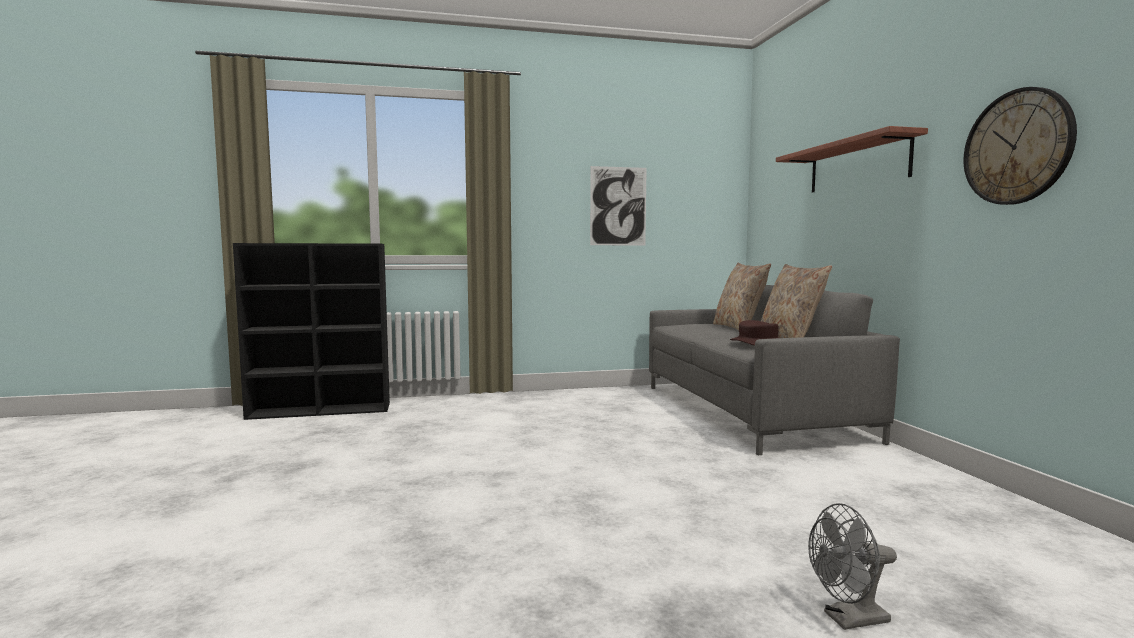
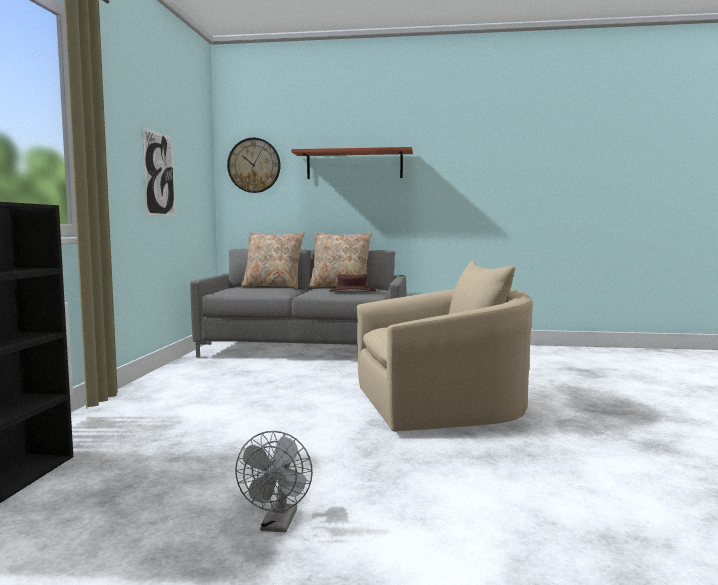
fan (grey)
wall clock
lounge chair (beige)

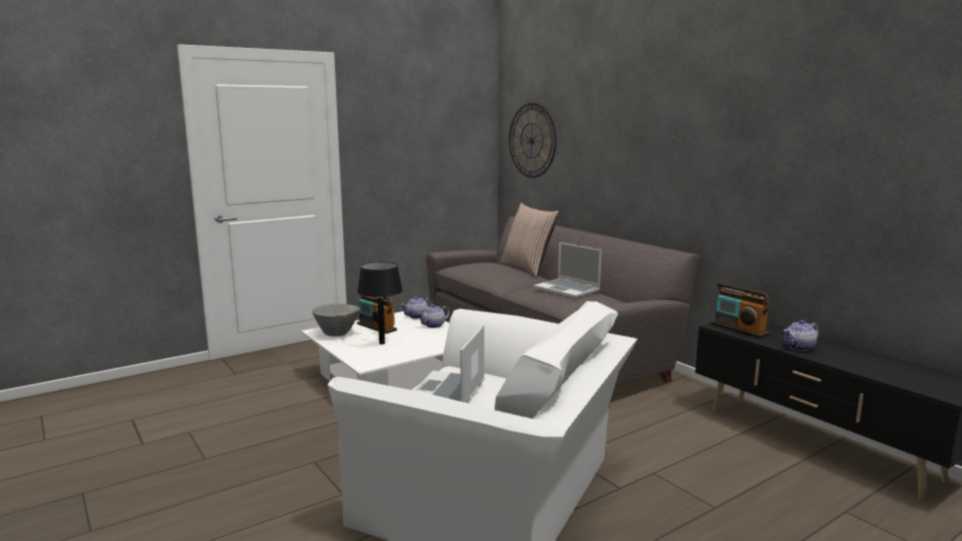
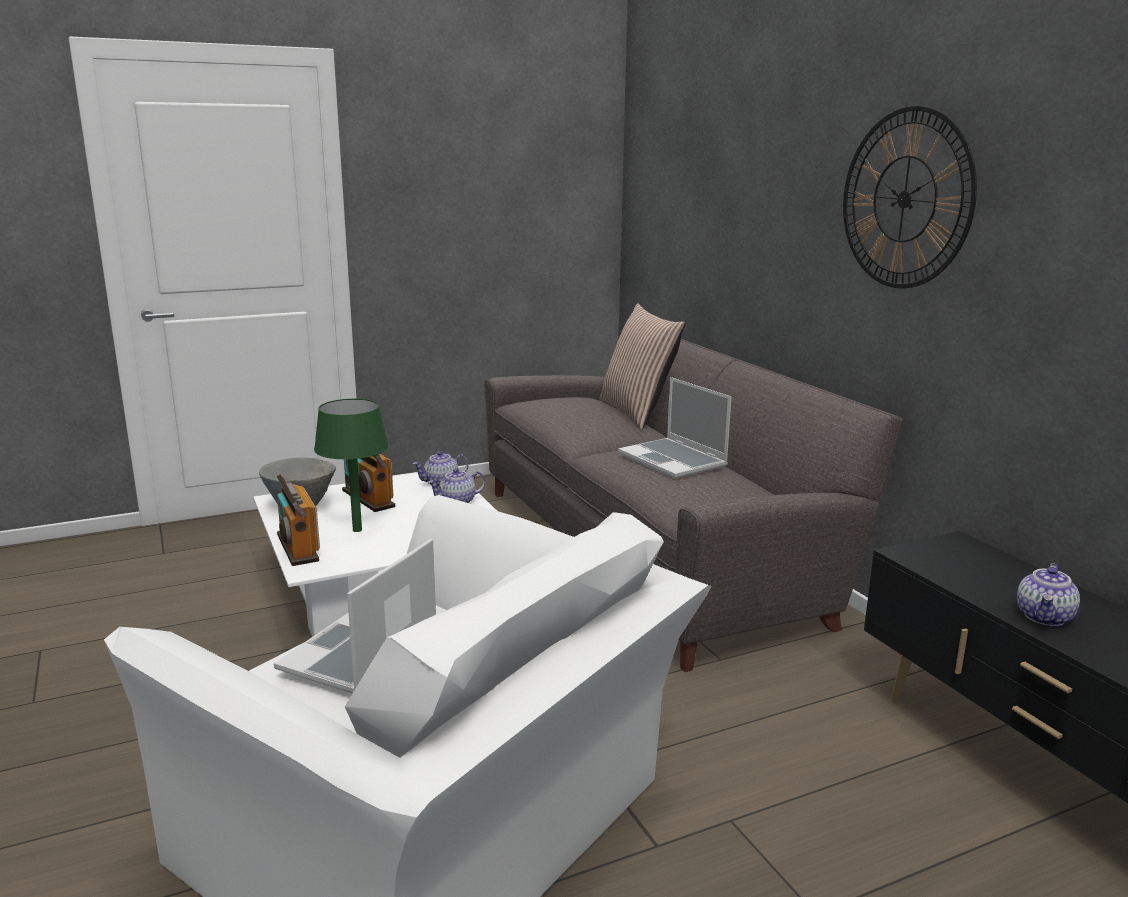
table lamp (green-coloured)
wall clock
radio receiver (1st from left)
pot for tea (3rd from left)

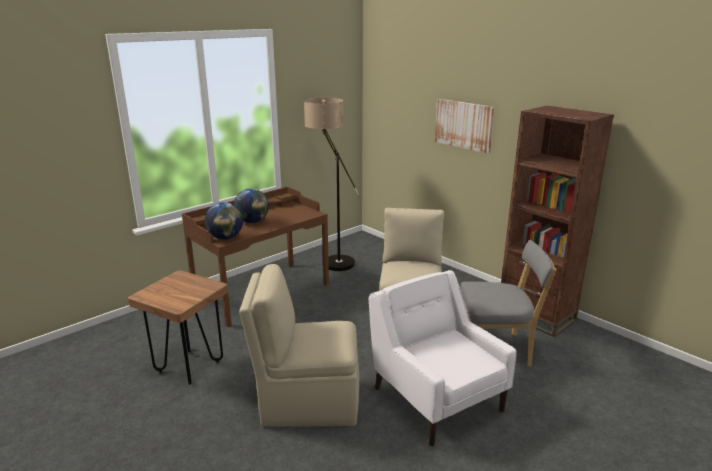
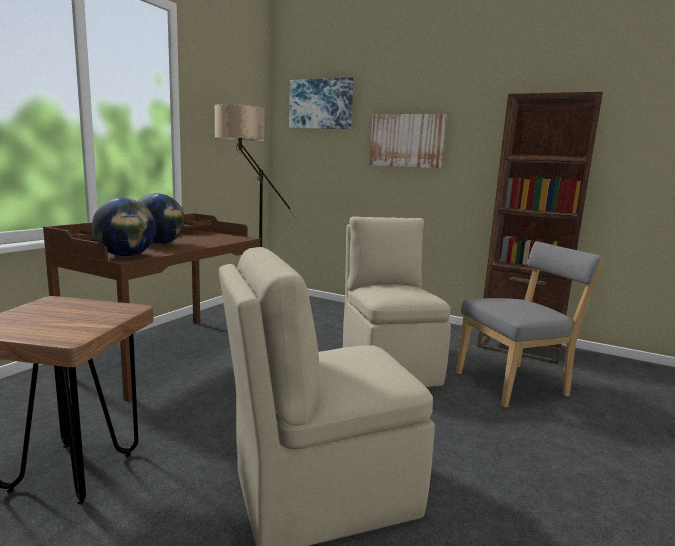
lounge chair (white-coloured)
picture (1st from left)

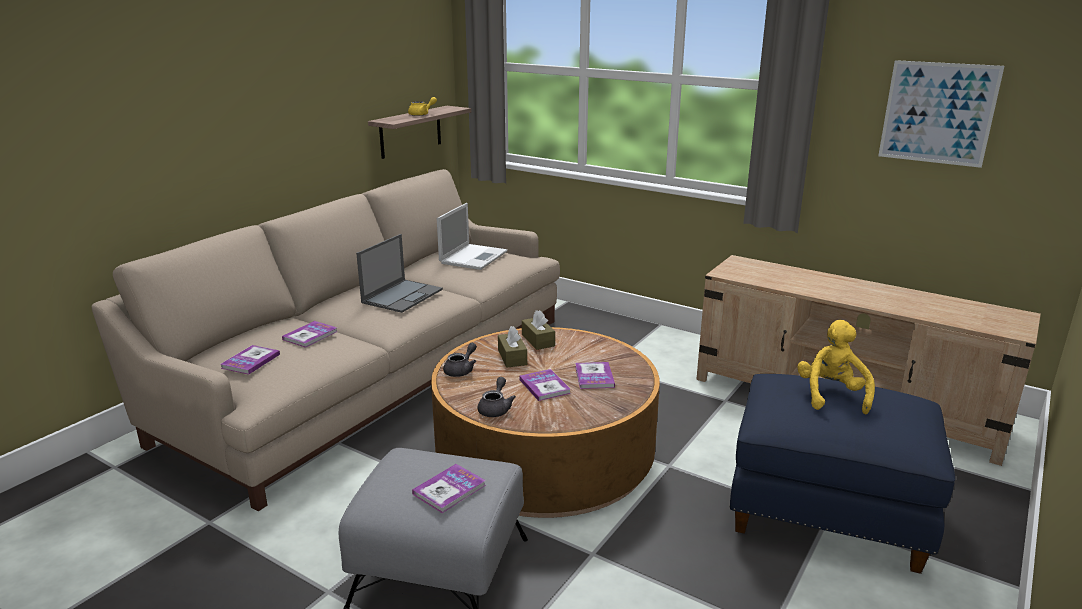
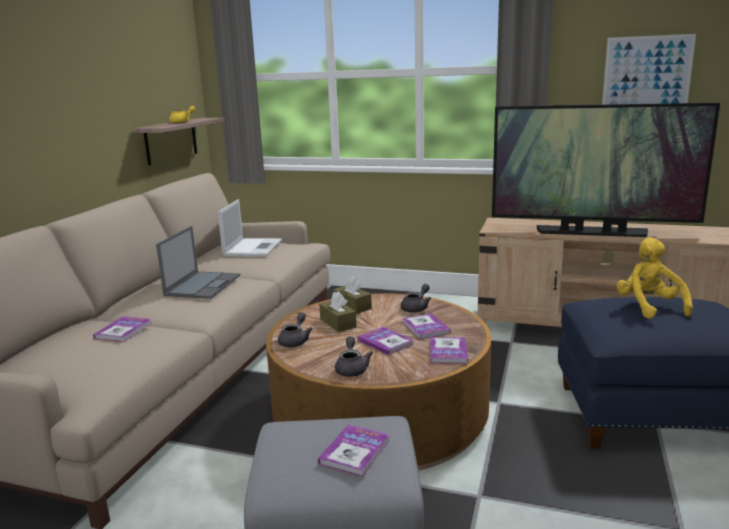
bound book (5th from left)
pot for tea (grey) (3rd from left)
TV

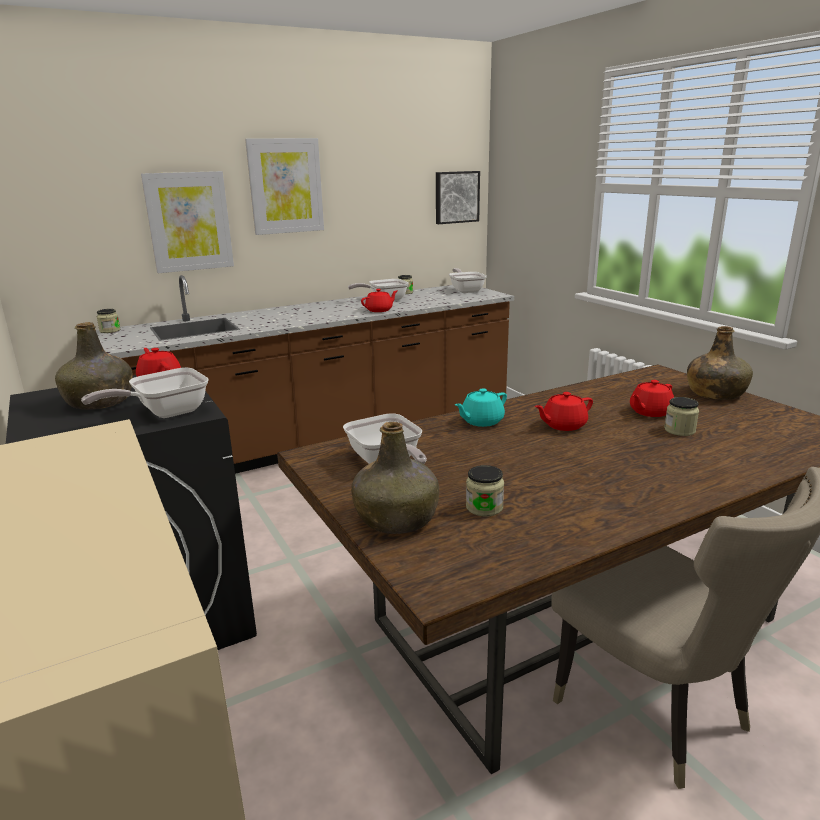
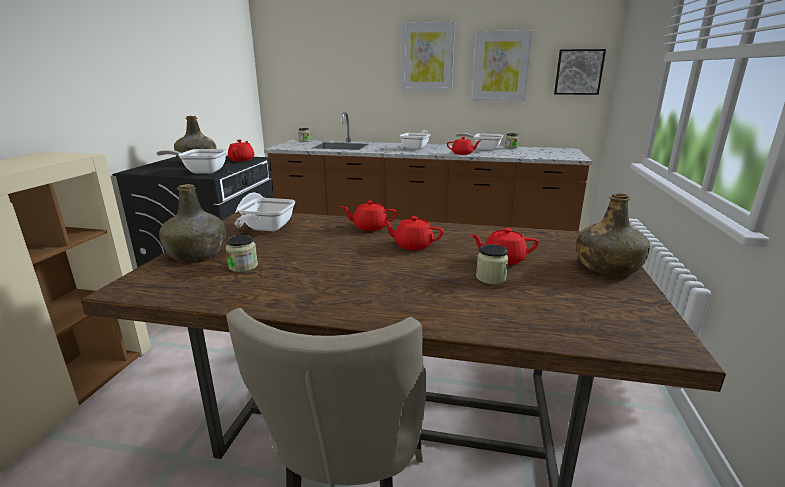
picture (2nd from left)
skillet (3rd from left)
pot for tea (red) (2nd from left)

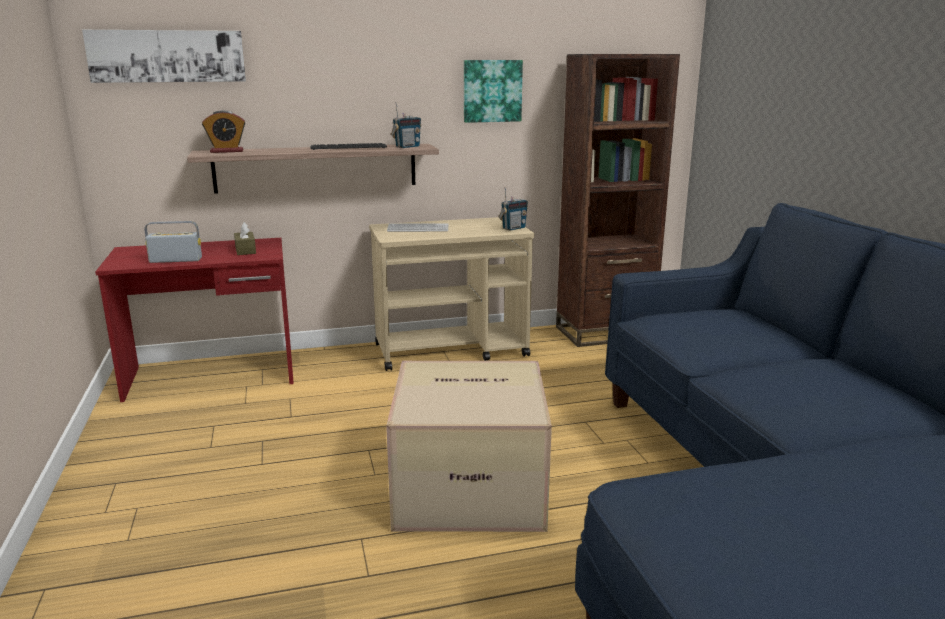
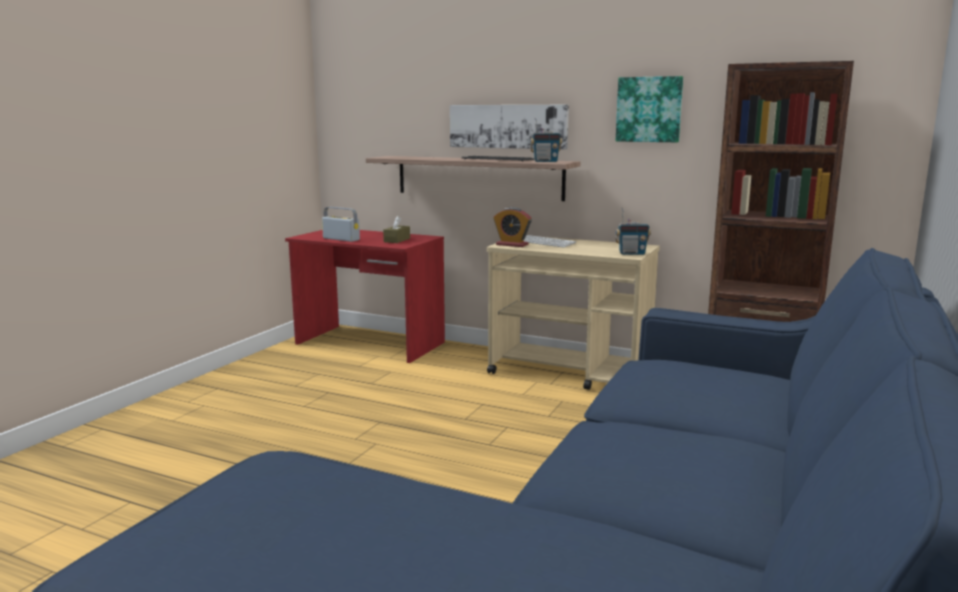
picture (1st from left)
table clock
carton

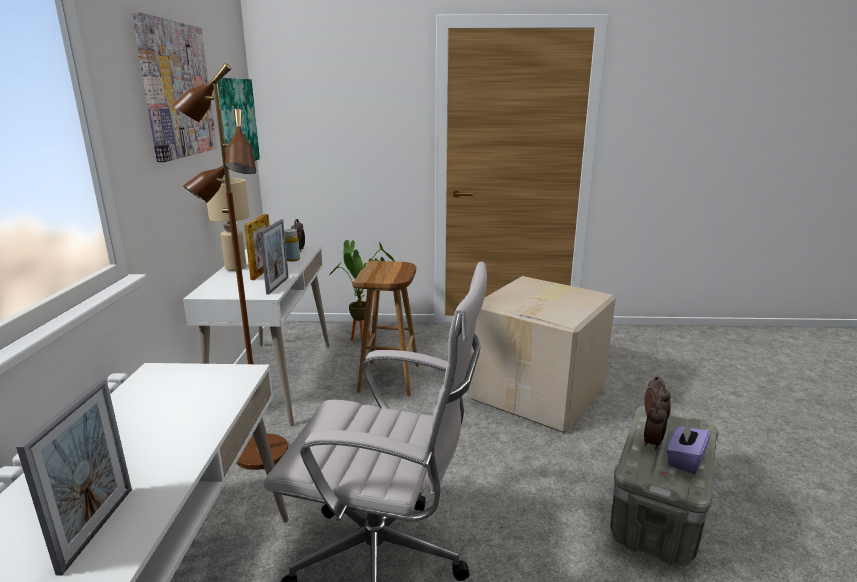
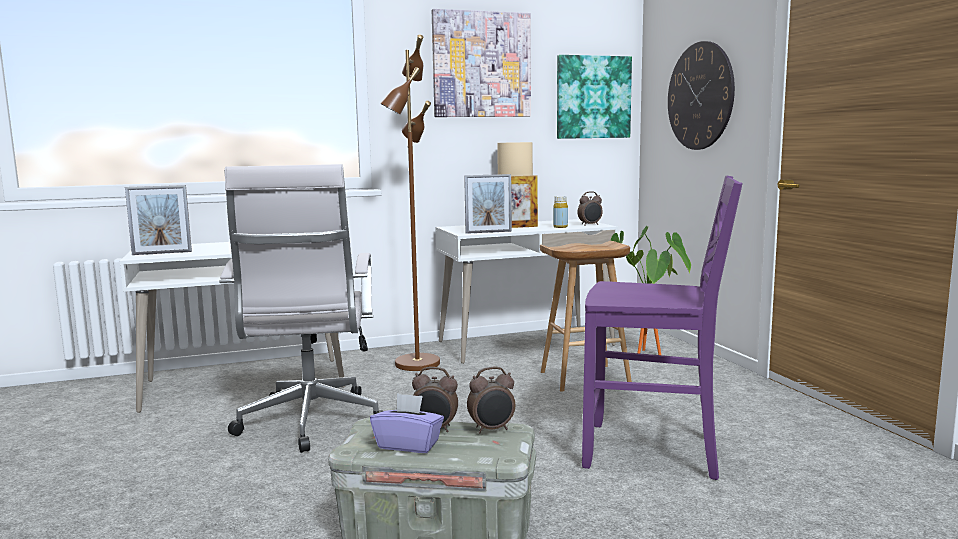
plain chair (purple-coloured)
wall clock

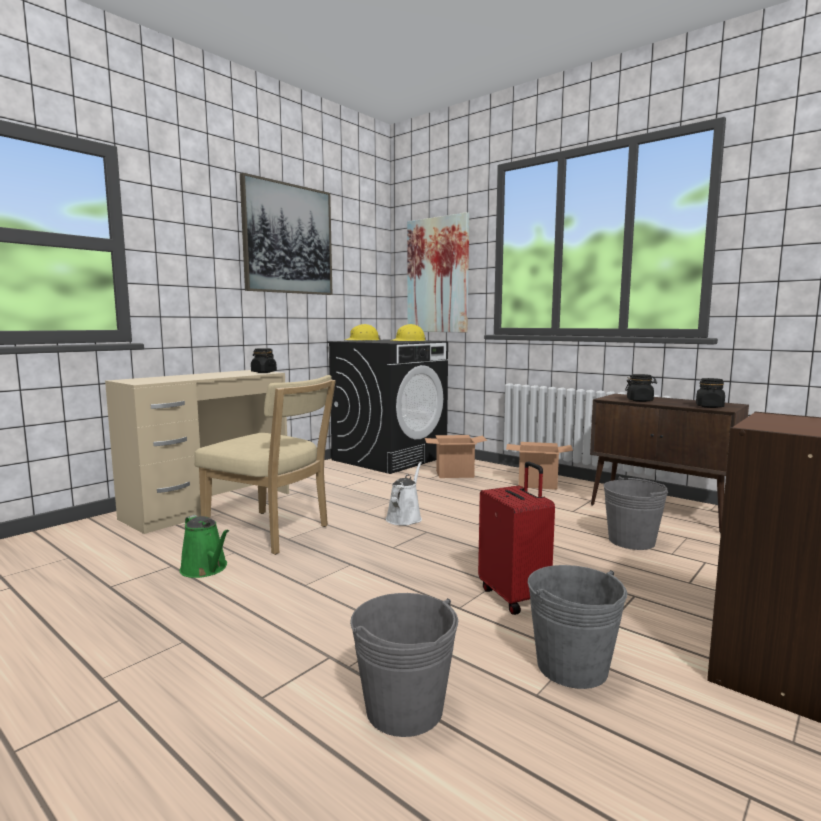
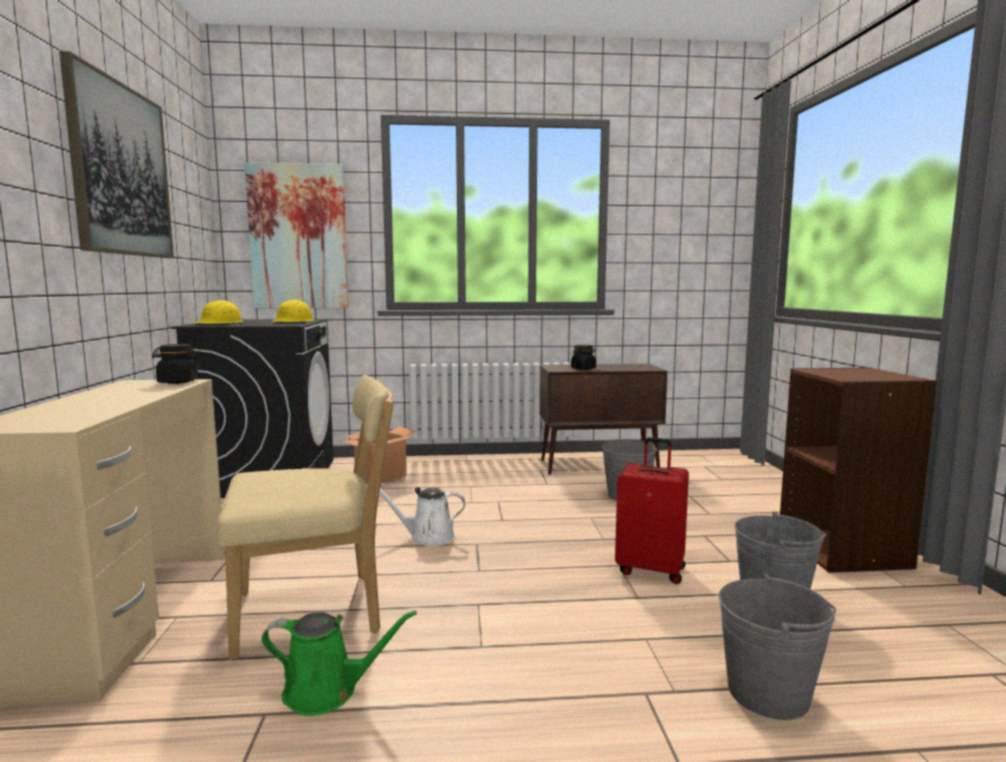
sprinkling can (white-coloured)
carton (2nd from left in the first image)
preserve jar (black-coloured) (3rd from left in the first image)

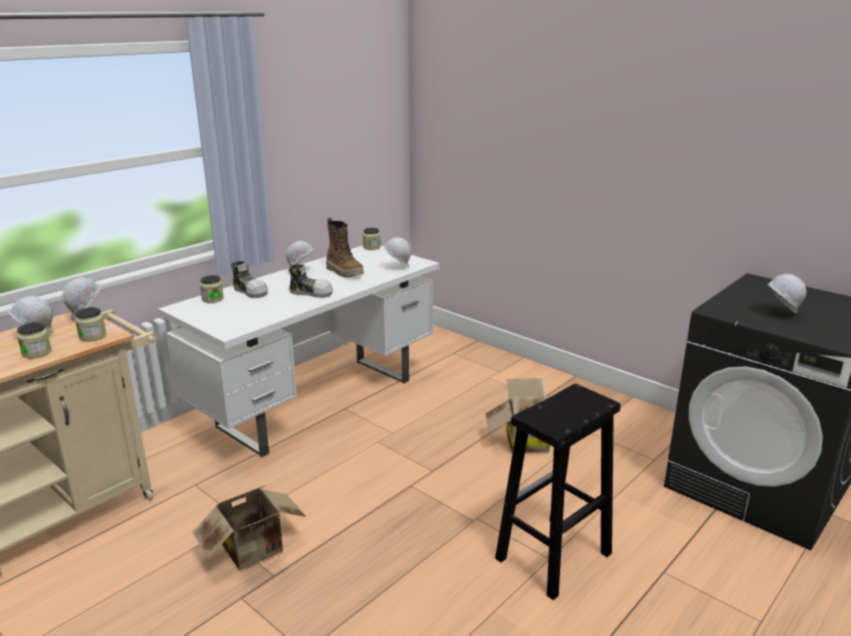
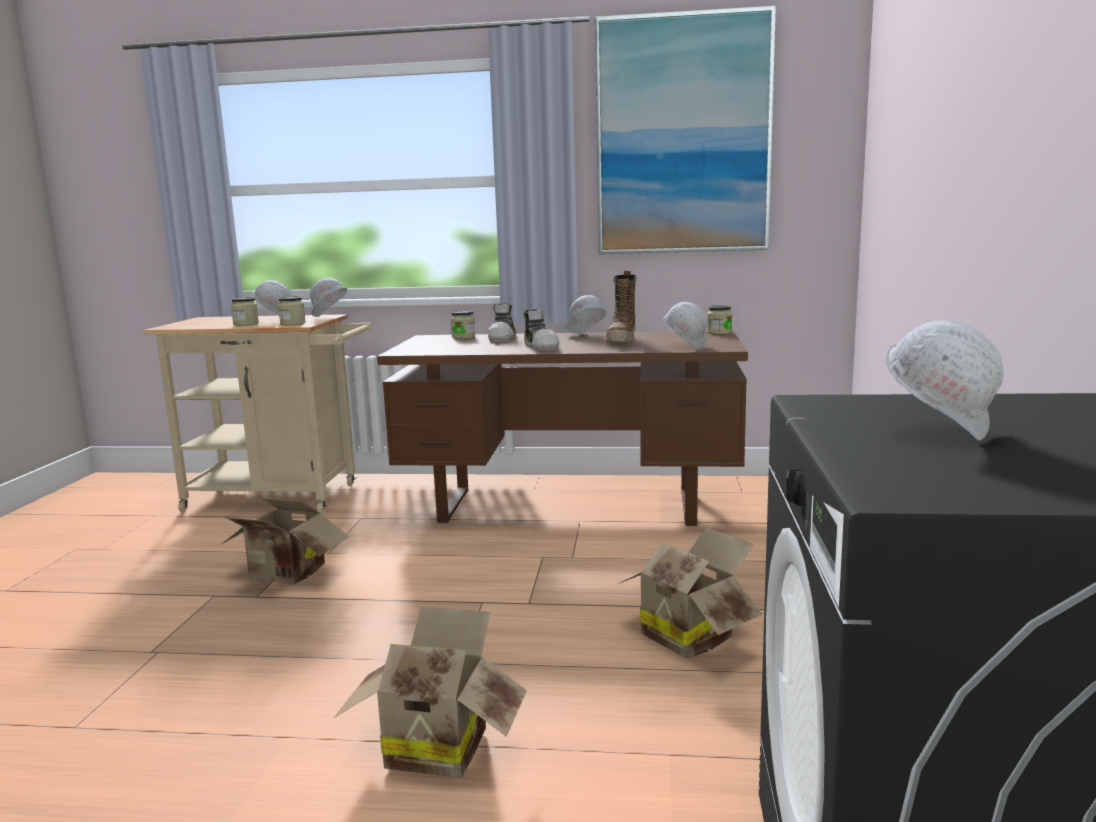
desk (brown-coloured)
carton (2nd from left)
picture

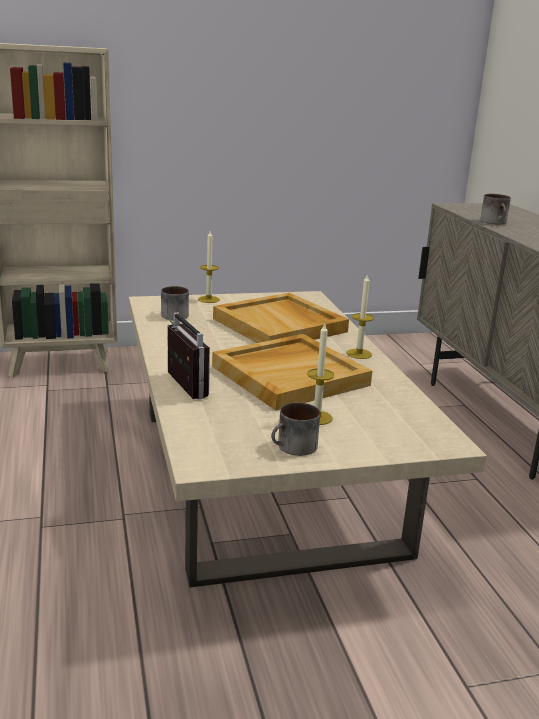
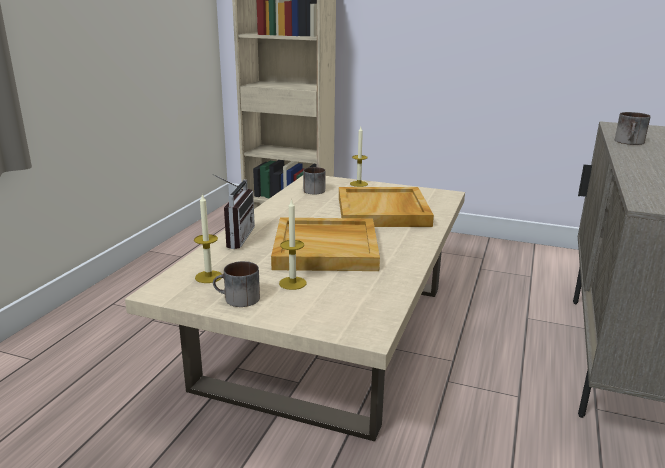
candle (1st from left)

